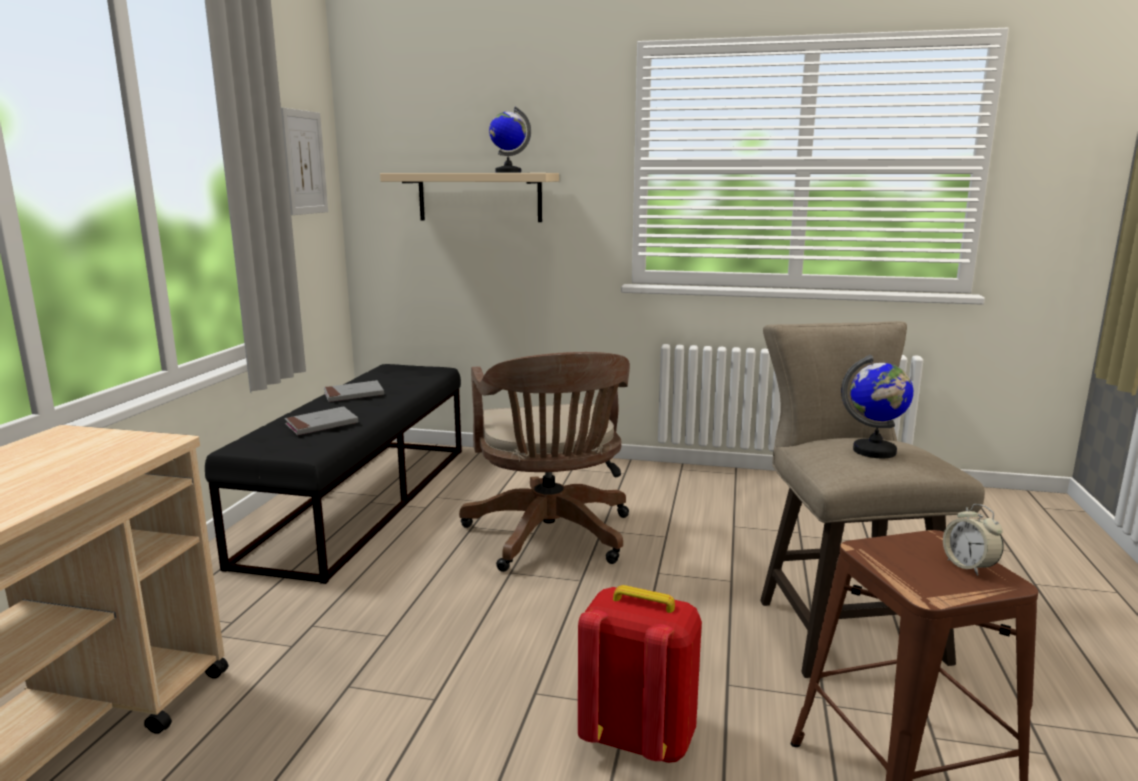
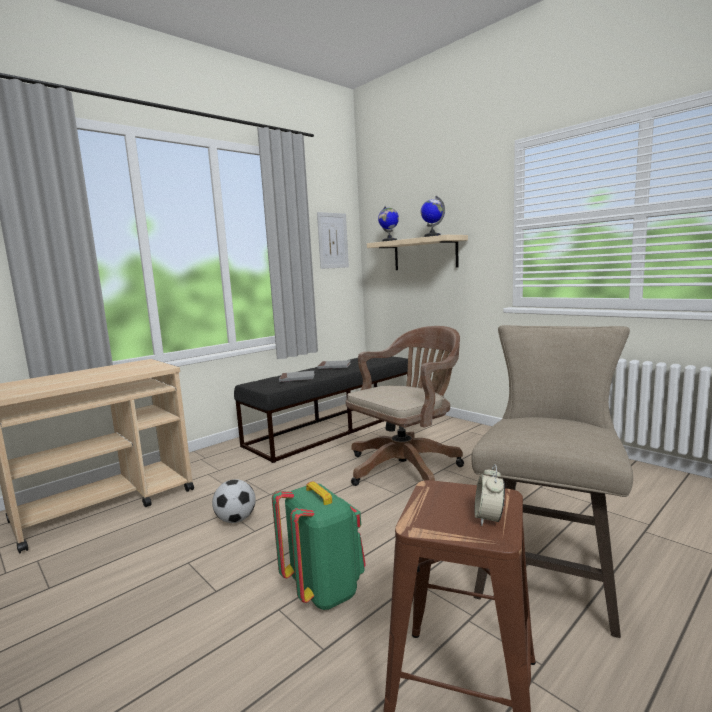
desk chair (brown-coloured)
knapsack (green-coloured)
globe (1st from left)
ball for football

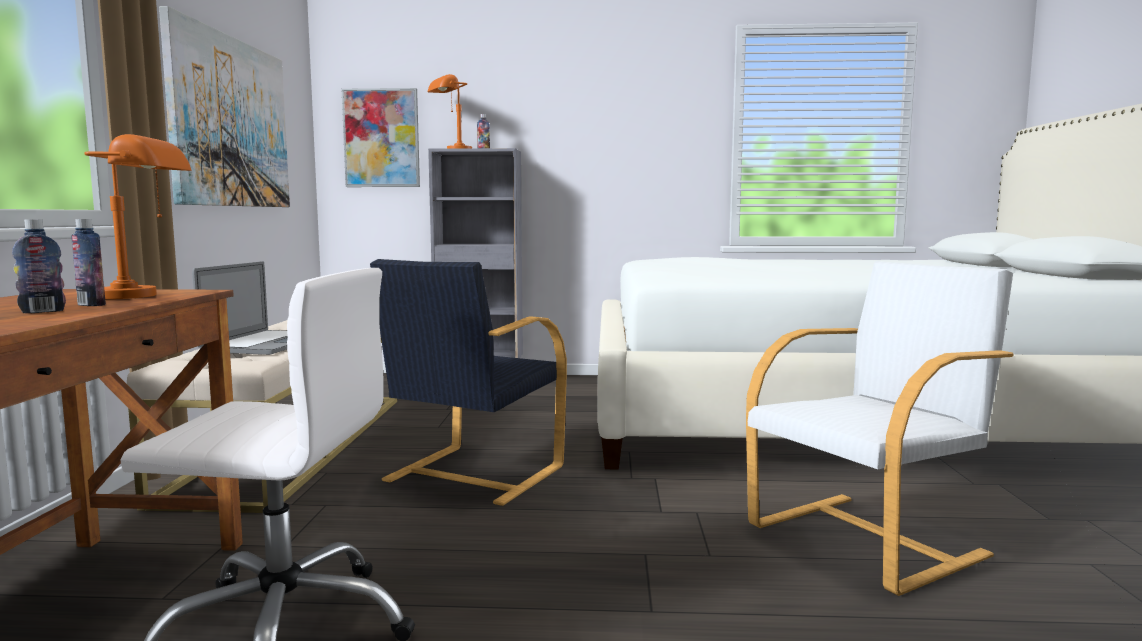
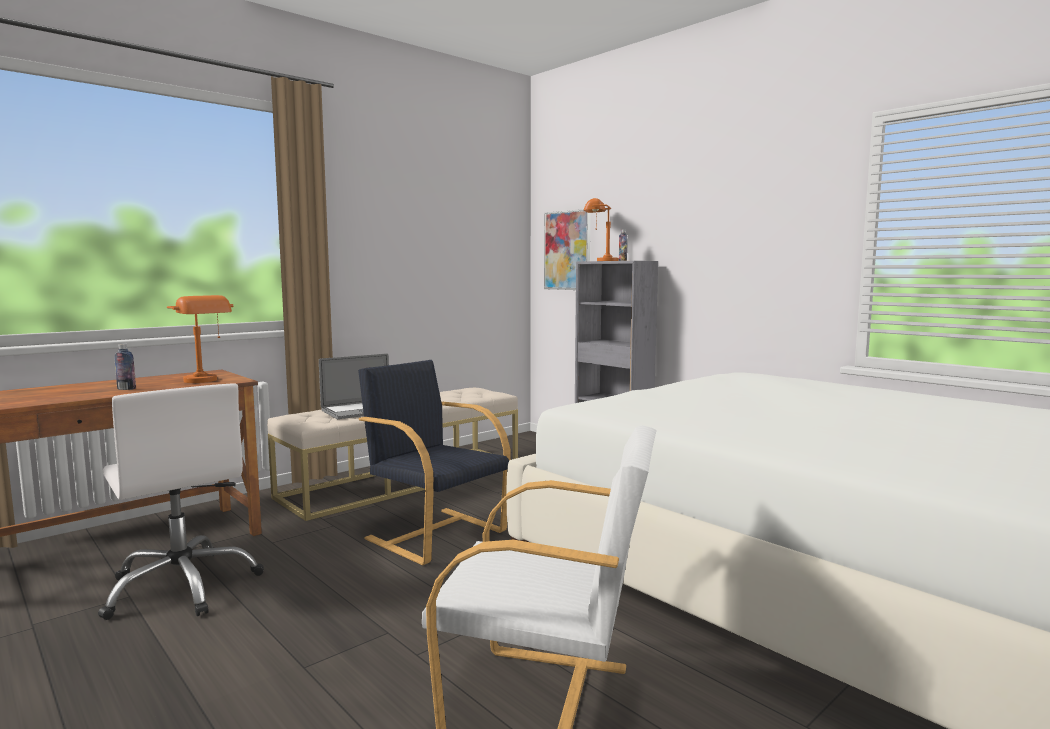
beverage bottle (2nd from left in the first image)
picture (1st from left in the first image)
lounge chair (black-coloured)

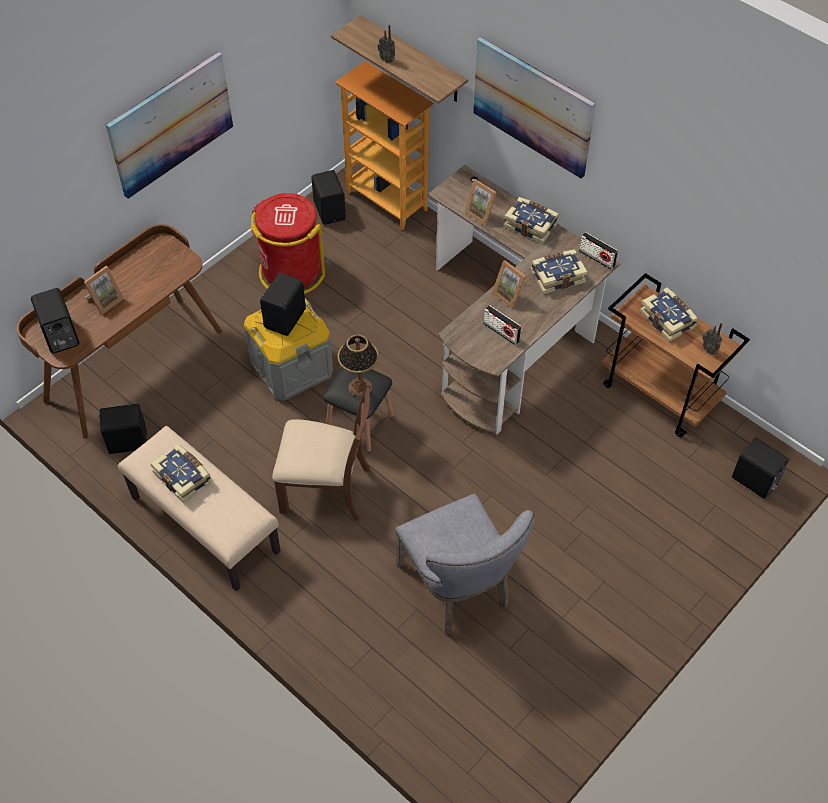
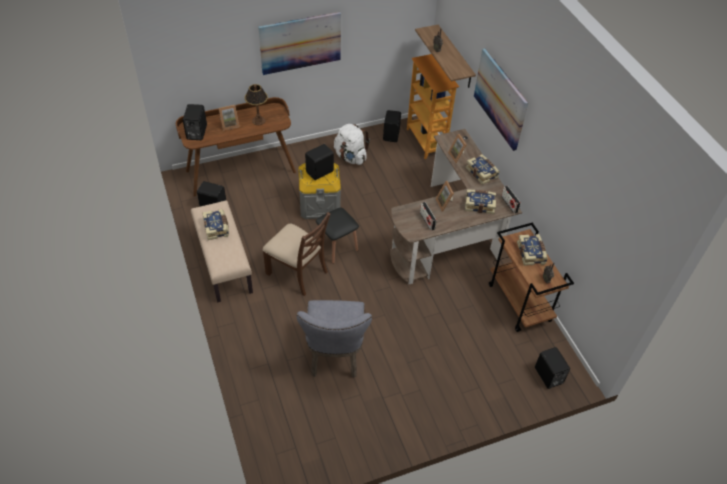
knapsack (white-coloured)
table lamp

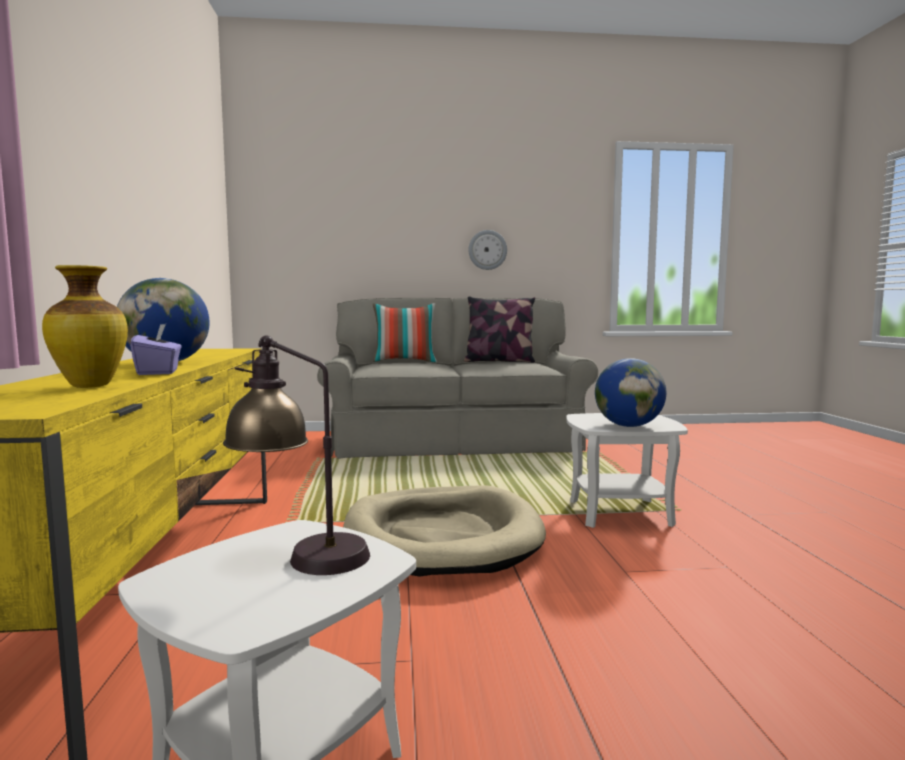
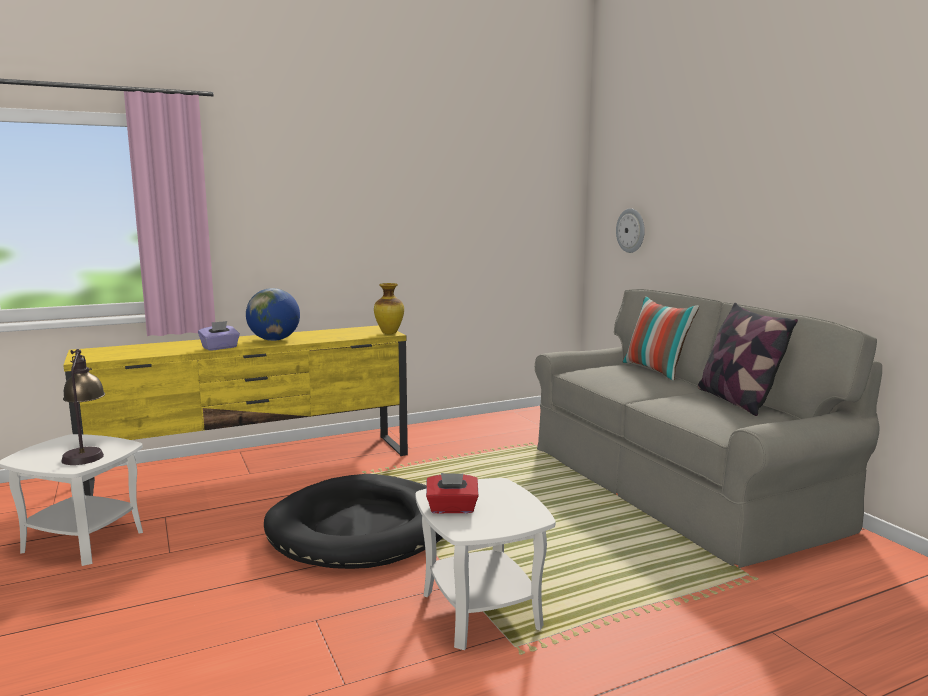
vase
pet bed (black-coloured)
wall clock
box of tissues (red)

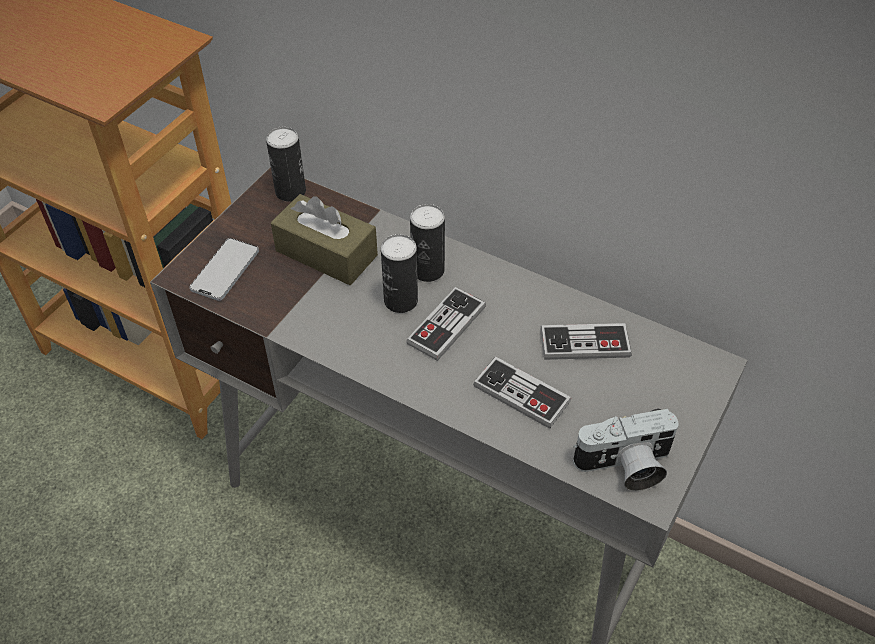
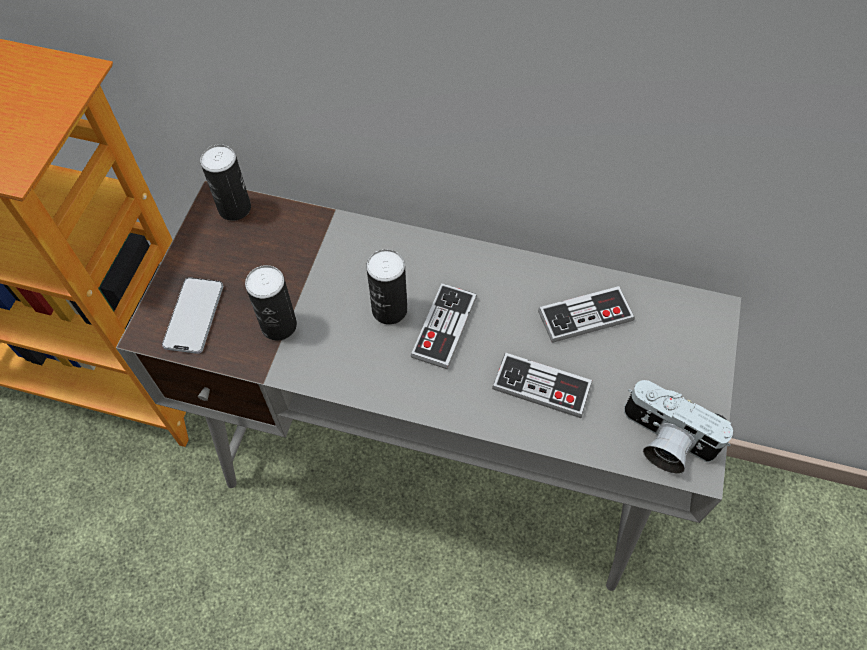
box of tissues (brown-coloured)
sealed can (2nd from left)
photo camera

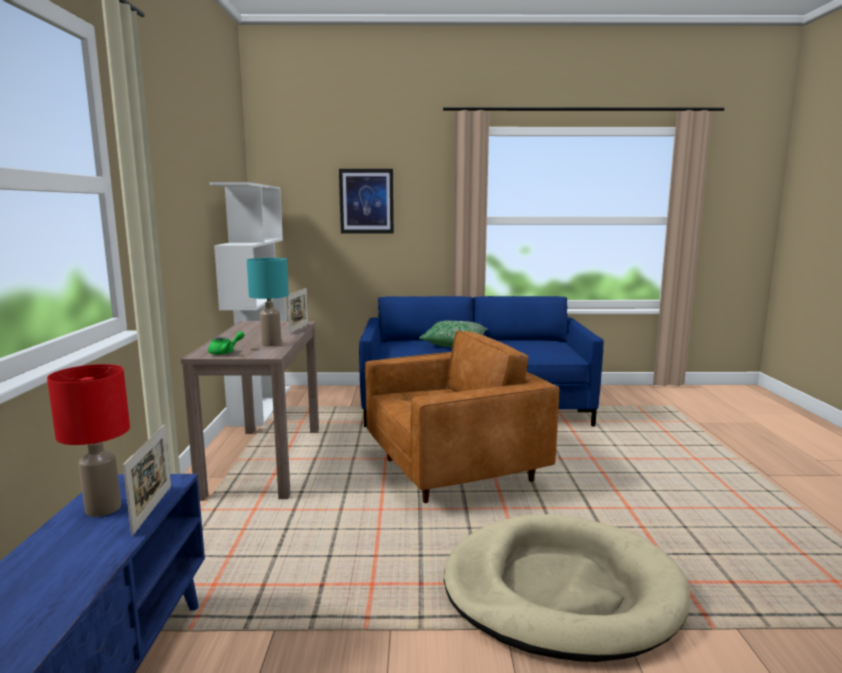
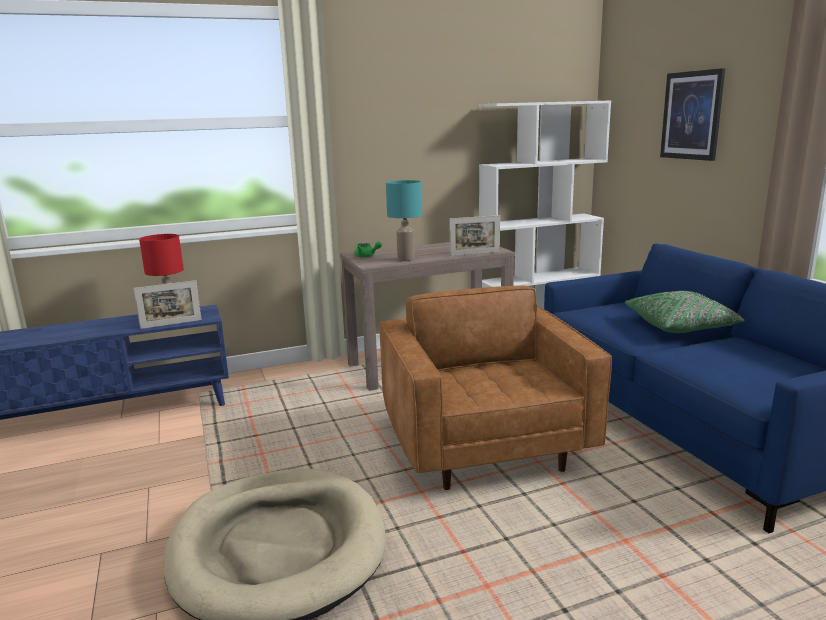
lounge chair (brown-coloured)

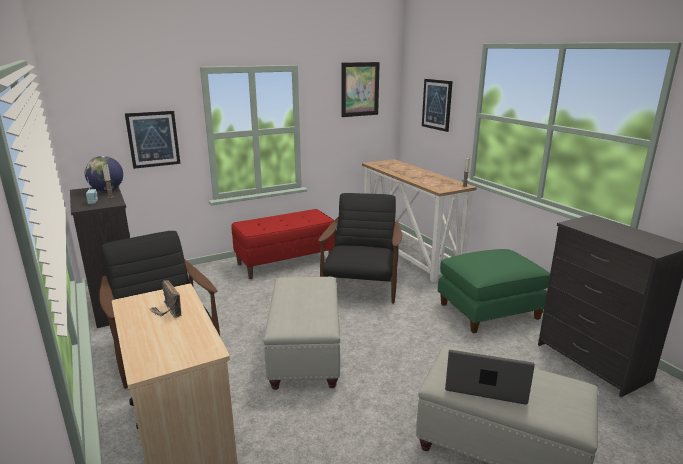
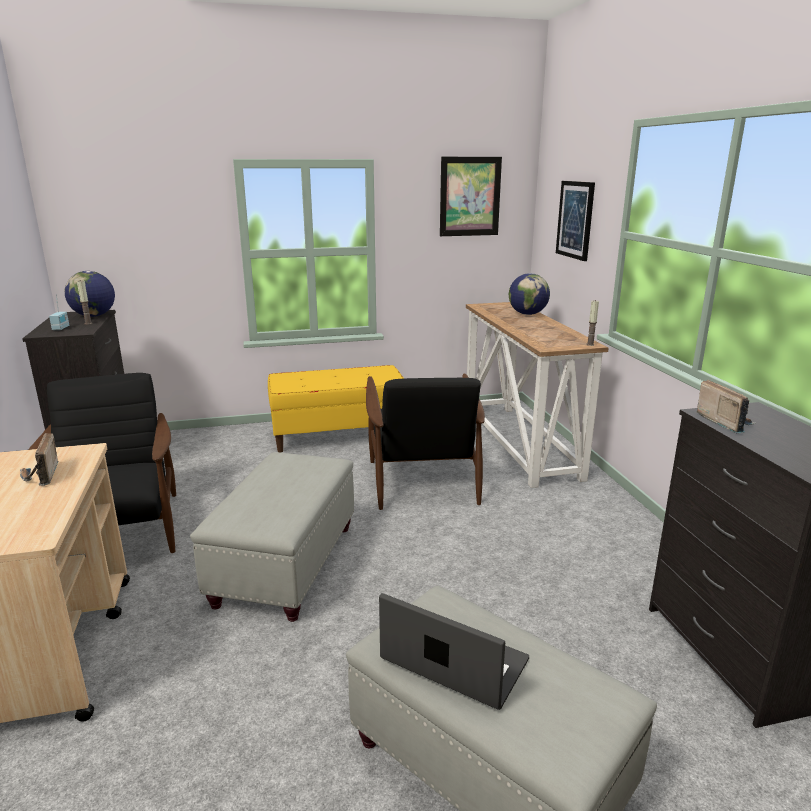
picture (1st from left in the first image)
indoor bench (yellowish)
lounge chair (black-coloured) (2nd from left)
ottoman (green-coloured)
globe (2nd from left)
radio receiver (3rd from left)

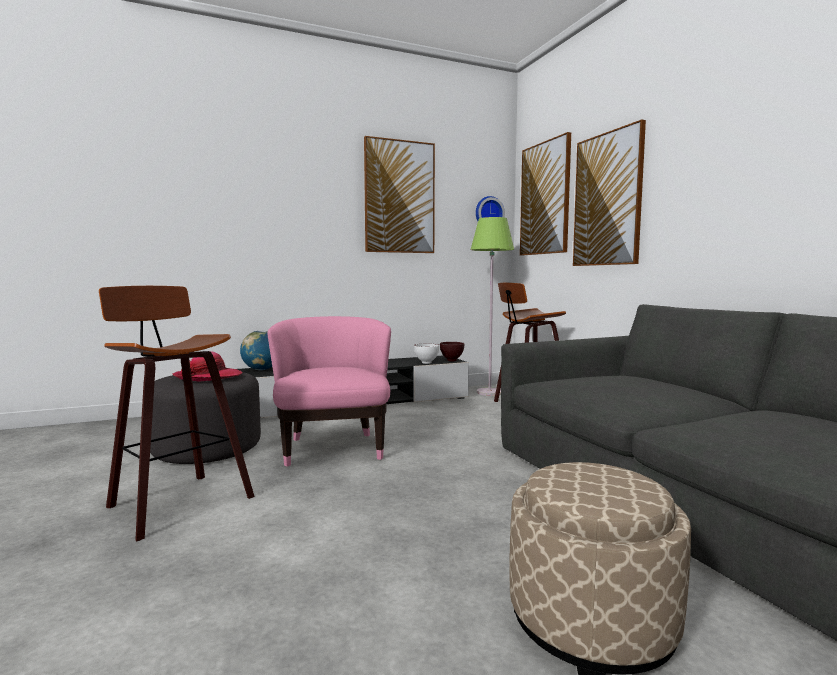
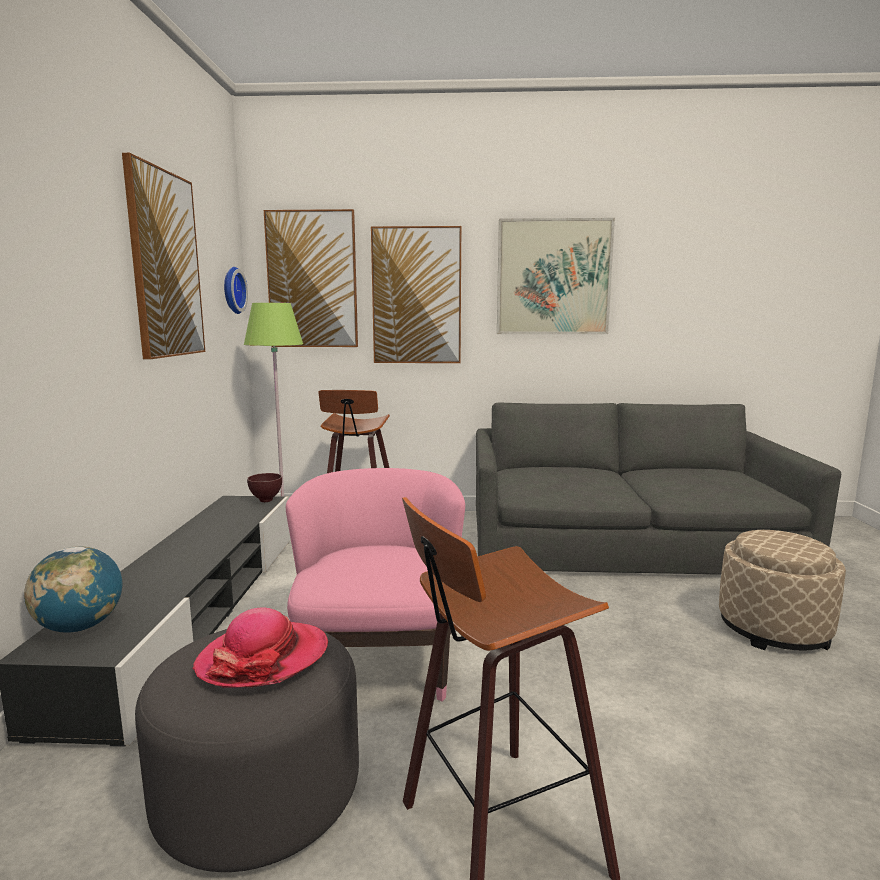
lounge chair (pinkish)
serving bowl (white-coloured)
picture (4th from left)

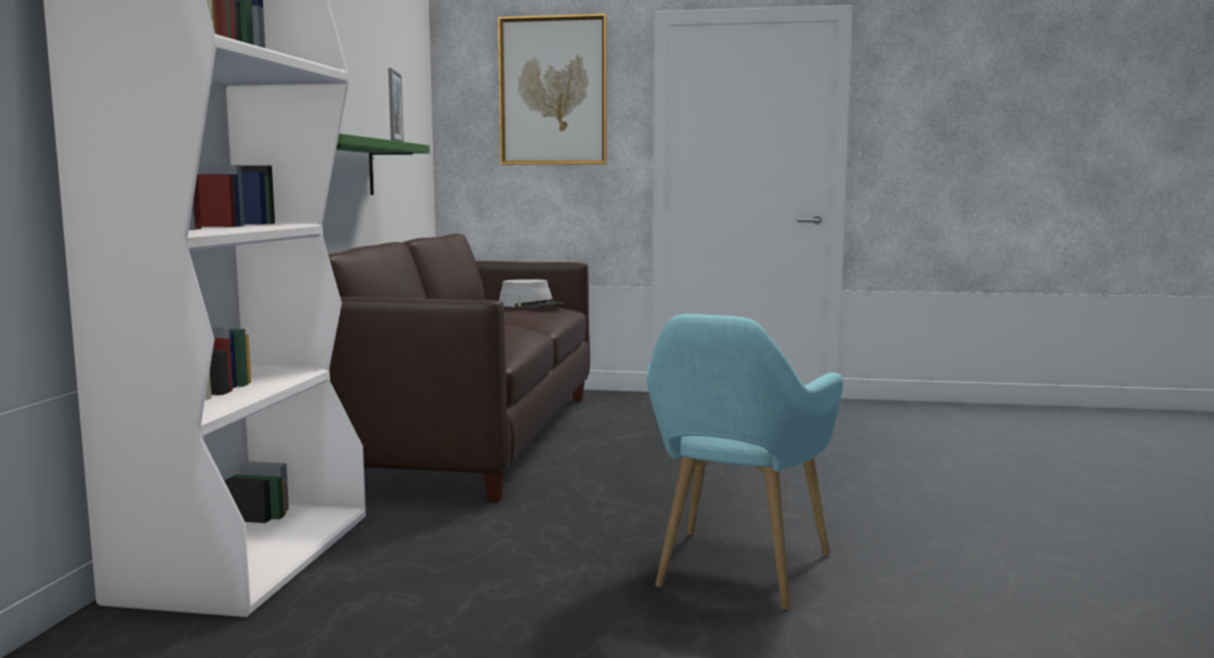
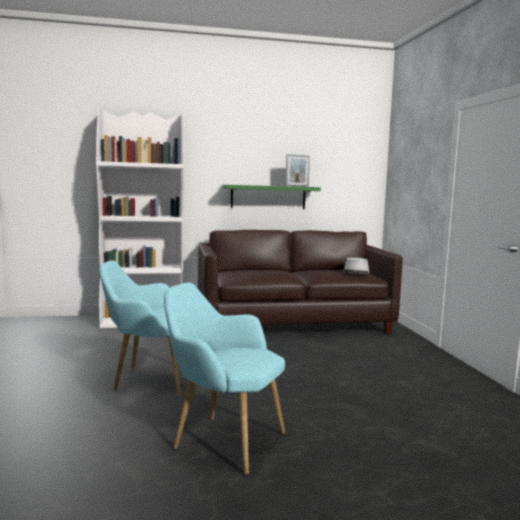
picture
lounge chair (blue-green) (2nd from left)

